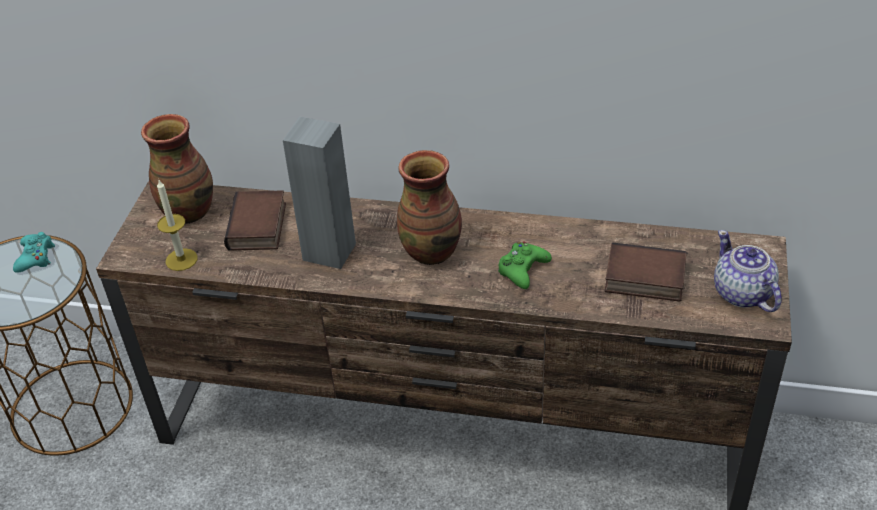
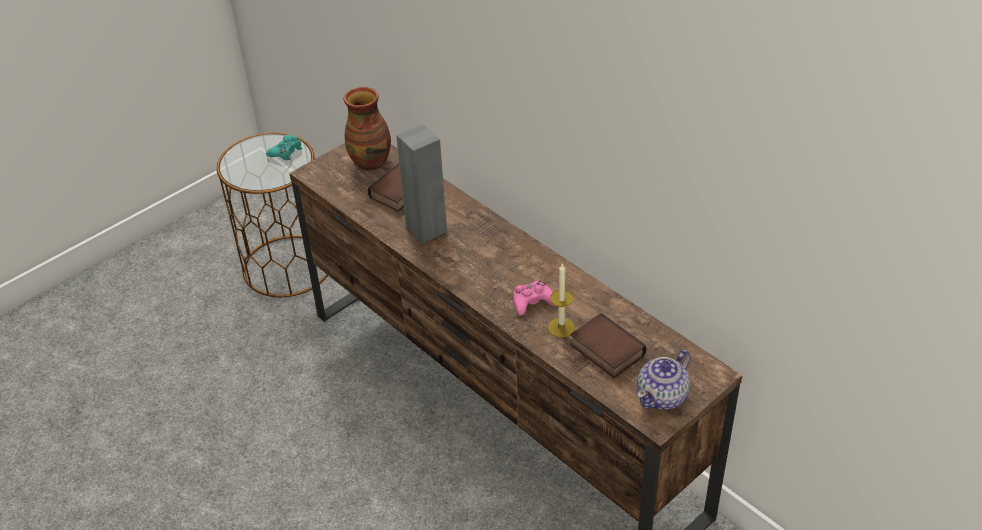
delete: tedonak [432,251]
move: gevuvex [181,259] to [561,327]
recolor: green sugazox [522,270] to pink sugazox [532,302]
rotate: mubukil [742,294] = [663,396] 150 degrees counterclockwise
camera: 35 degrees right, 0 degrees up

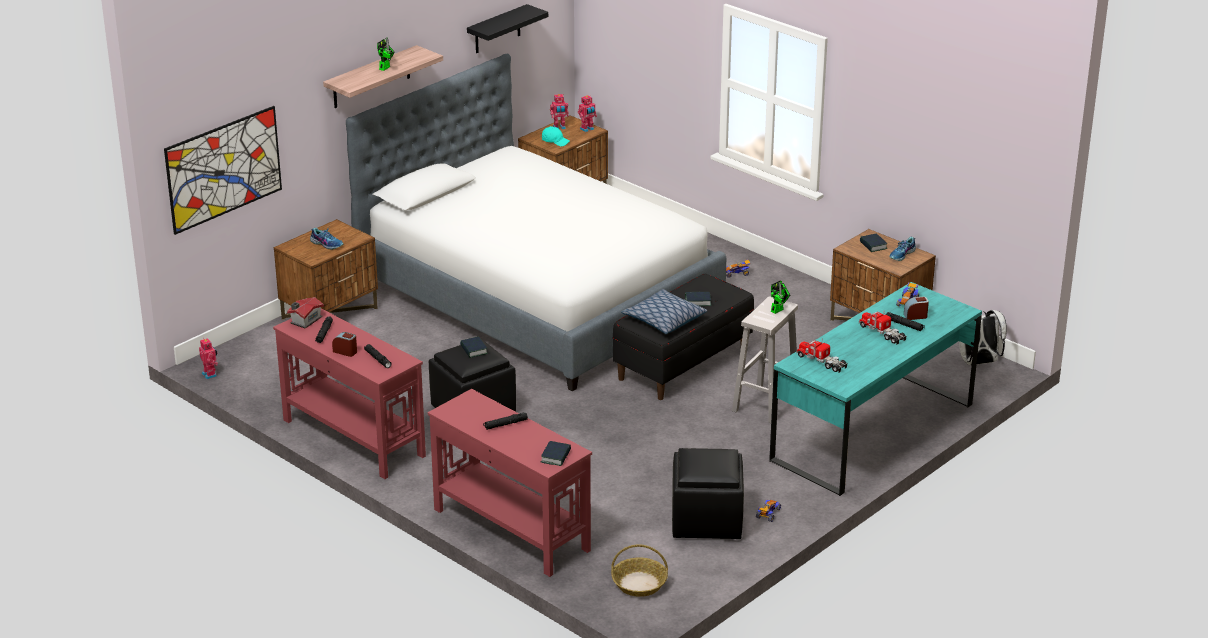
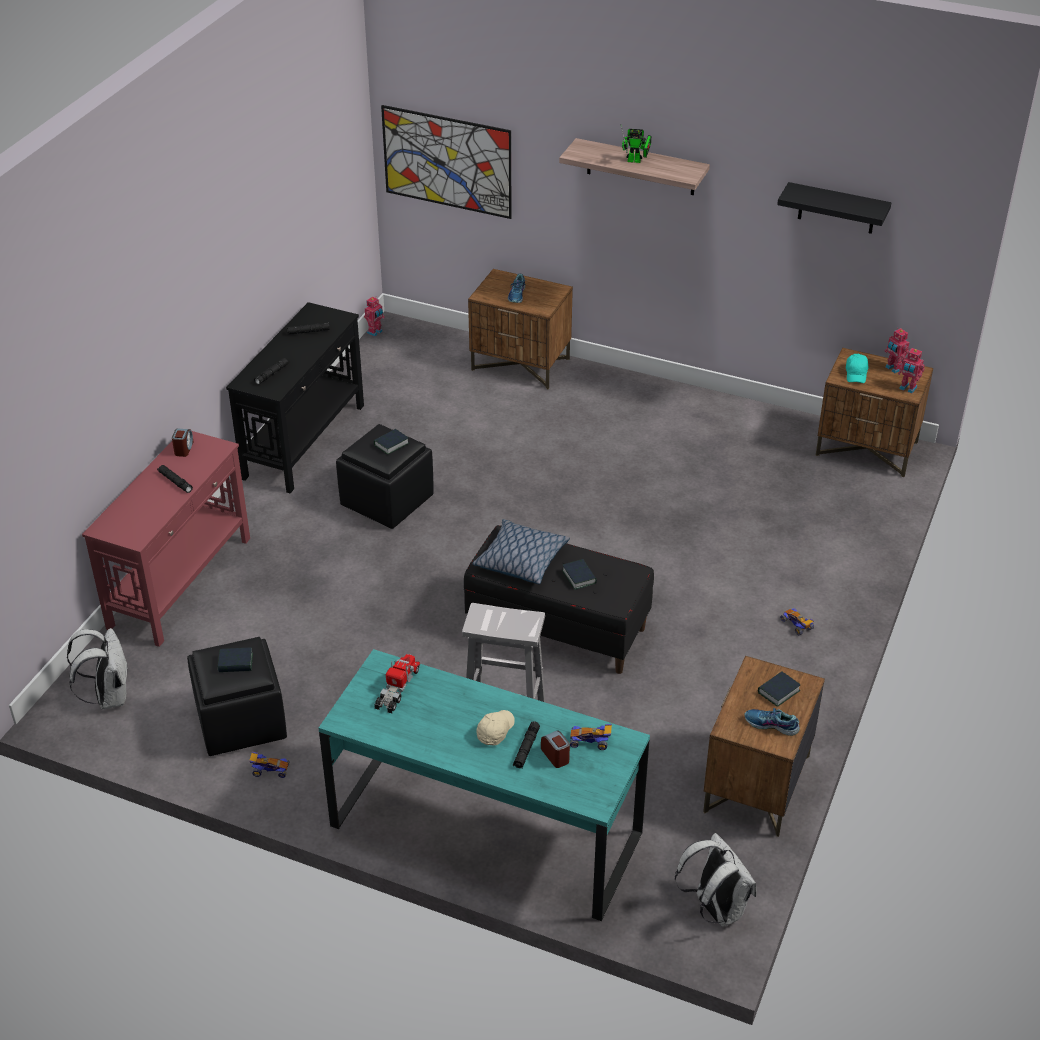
delete: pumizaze [305,320]; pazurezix [537,295]; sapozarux [778,309]
move: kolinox [345,351] to [184,449]; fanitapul [556,456] to [236,663]
replace: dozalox [639,584] to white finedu [109,696]; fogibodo [882,333] to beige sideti [495,731]
recolor: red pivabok [353,437] to black pivabok [305,441]
camera: 70 degrees right, 10 degrees up

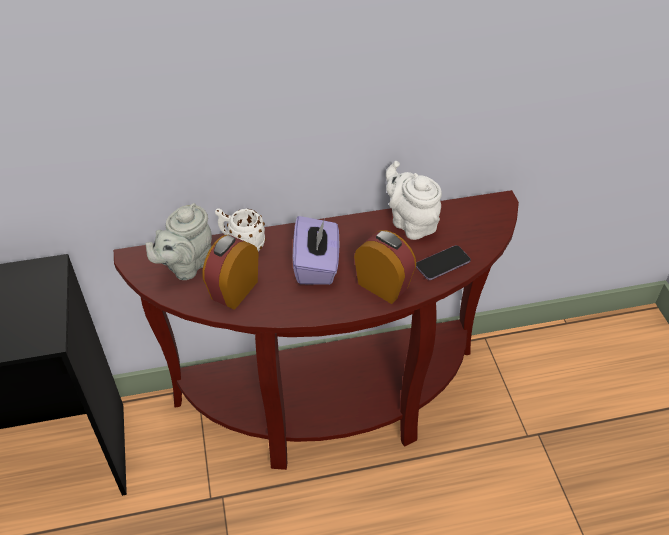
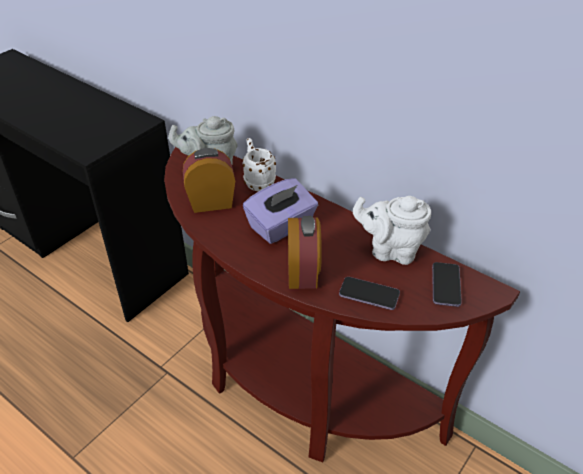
insert: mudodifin [446,285]
rotate: white mubukil [411,223] = [391,250] 90 degrees counterclockwise
camera: 50 degrees right, 5 degrees down

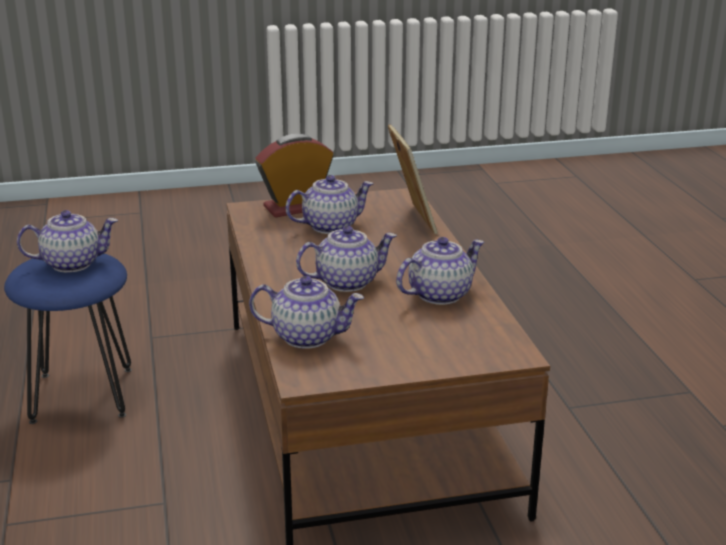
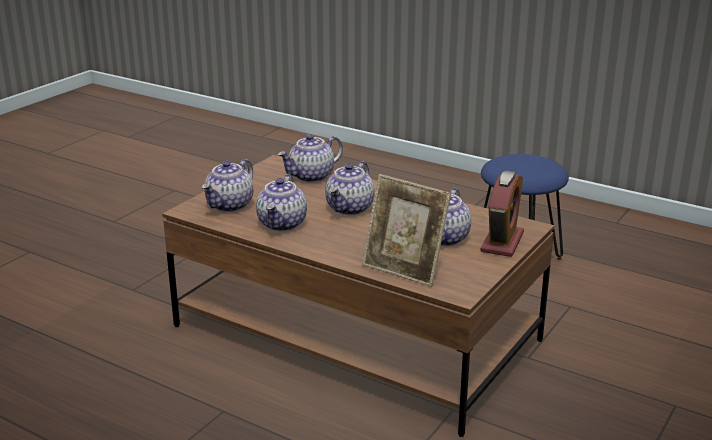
move: mubukil [72,263] to [230,205]
camera: 135 degrees right, 0 degrees up

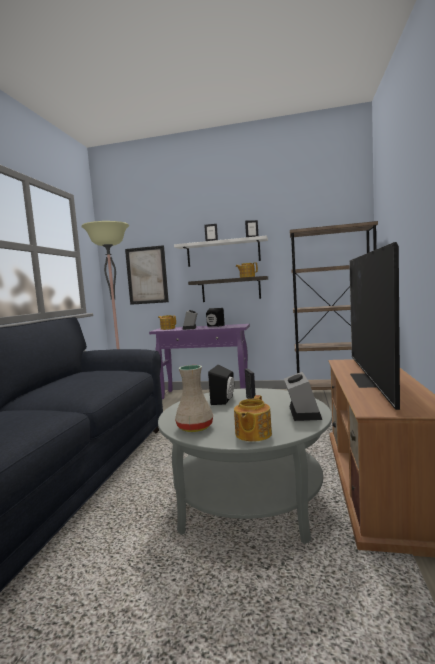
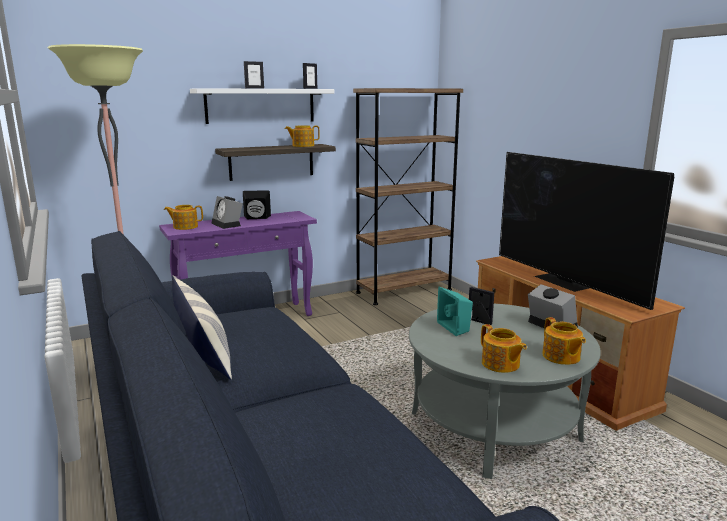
delete: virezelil [147,275]
insert: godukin [203,351]
replace: beige tedonak [194,427] to mubukil [500,364]
recolor: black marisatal [224,400] to turquoise marisatal [456,327]
camera: 40 degrees left, 10 degrees up

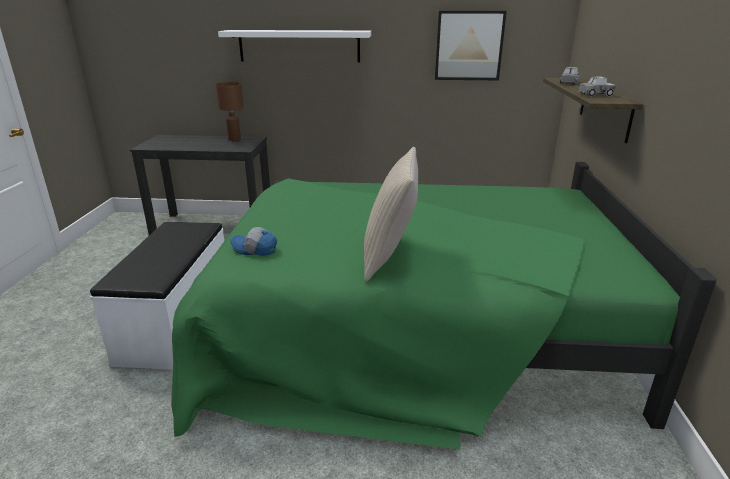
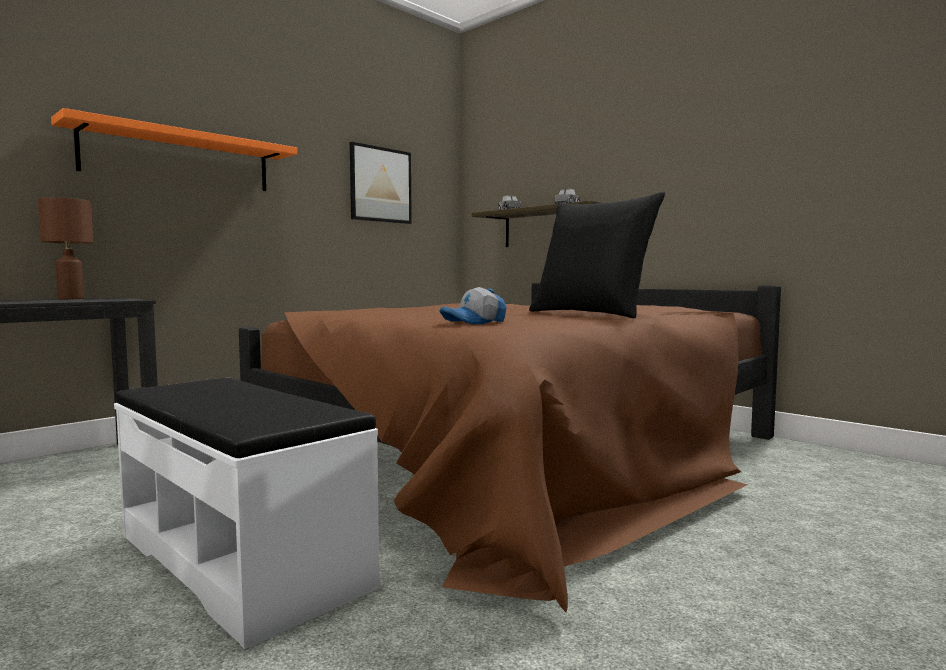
recolor: green pazurezix [413,327] to brown pazurezix [532,455]; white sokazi [299,46] to orange sokazi [179,159]; beige godukin [390,256] to black godukin [591,314]
camera: 50 degrees left, 20 degrees down

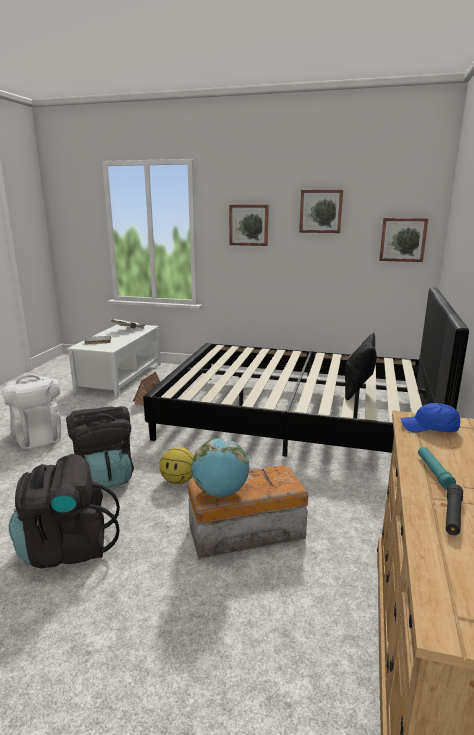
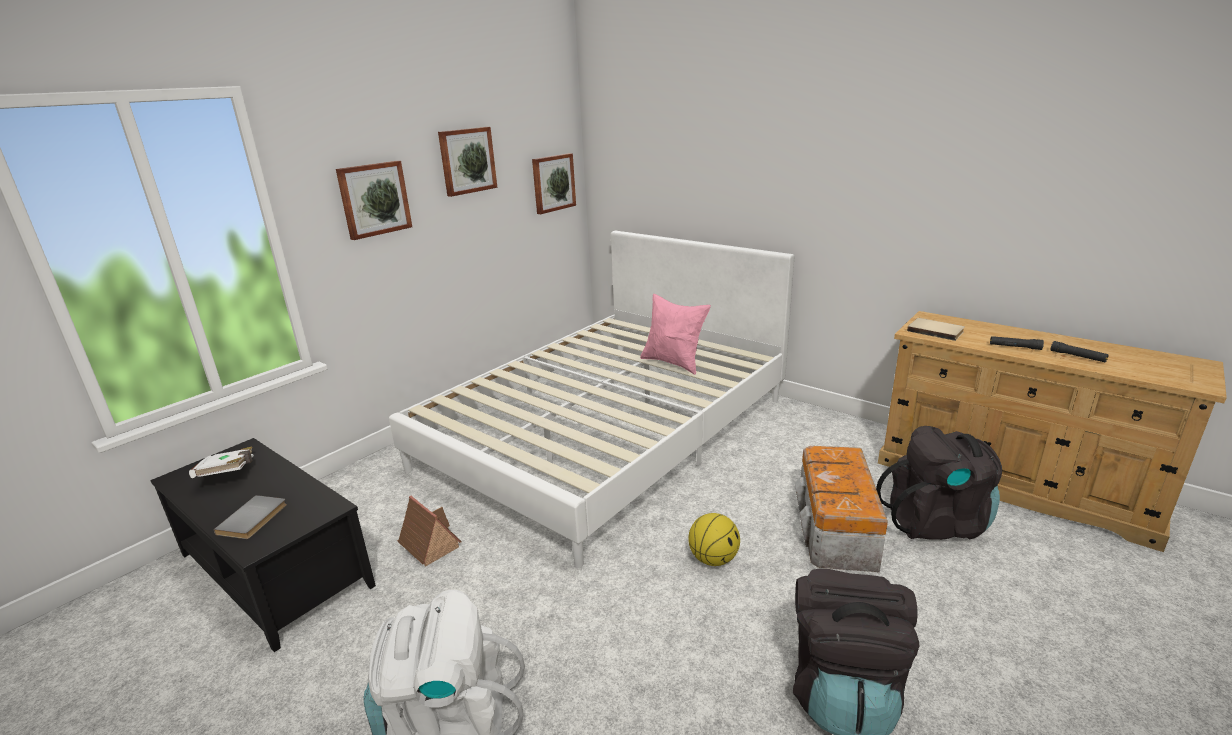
delete: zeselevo [221,492]
move: black finedu [105,477] to [936,522]
replace: blue sideti [430,428] to beige fanitapul [936,330]
recolor: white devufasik [119,378] to black devufasik [273,571]; black pazurezix [298,418] to white pazurezix [607,433]; black godukin [358,391] to pink godukin [673,362]; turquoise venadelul [434,472] to black venadelul [1014,347]
camera: 65 degrees left, 5 degrees up

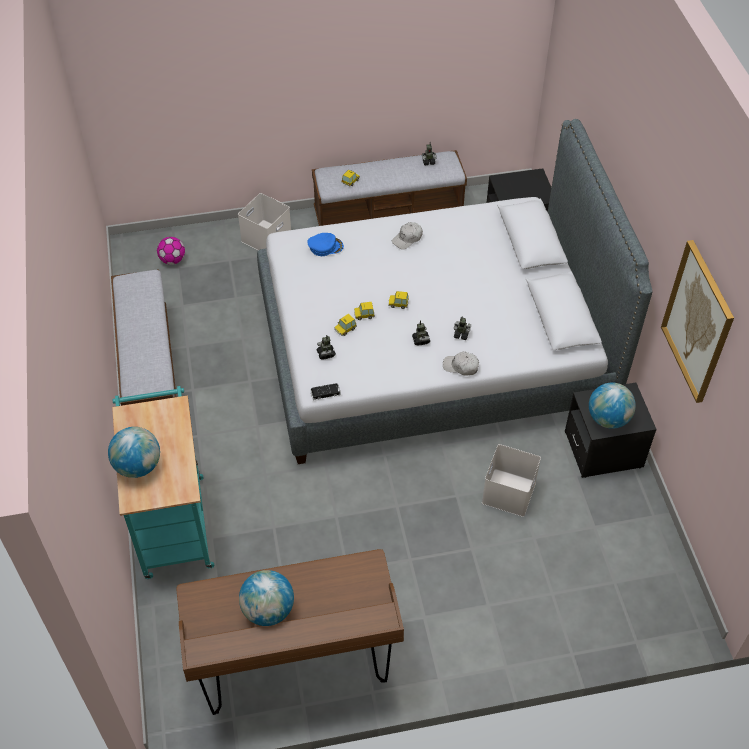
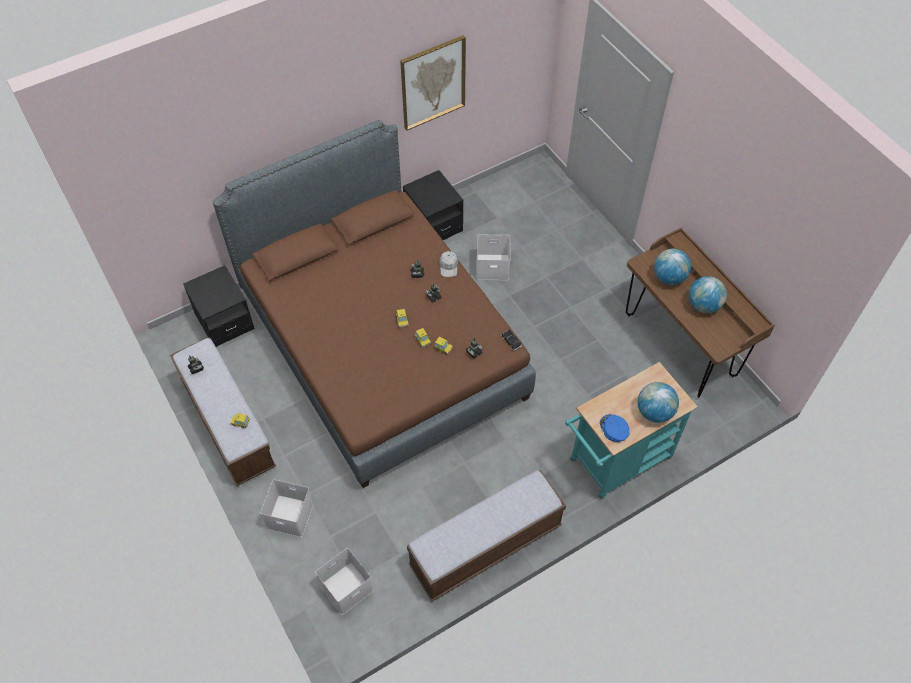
delete: white sideti [407,239]
move: blue sideti [325,246] to [614,429]; zeselevo [608,419] to [669,277]
replace: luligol [172,260] to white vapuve [346,589]
recolor: grey pazurezix [433,350] to brown pazurezix [381,344]
camera: 110 degrees left, 5 degrees up

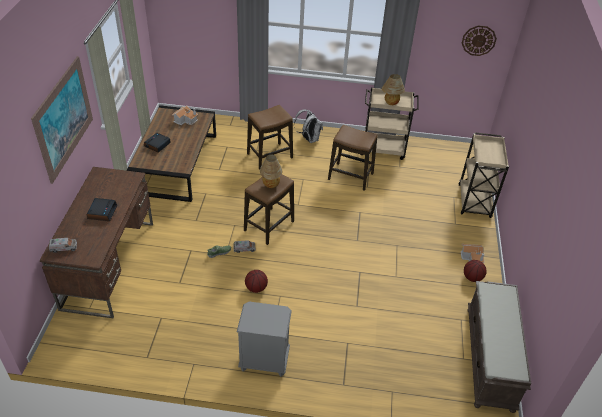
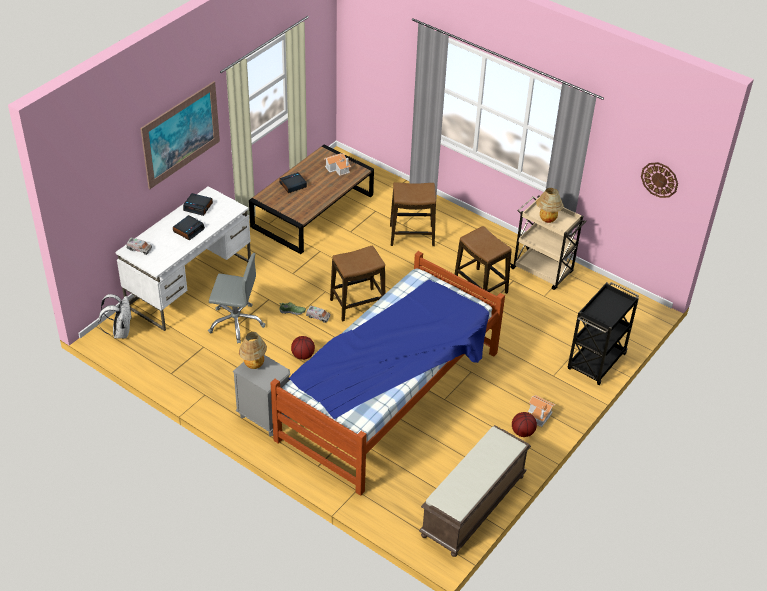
insert: kolinox [198,207]; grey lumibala [236,323]; pazurezix [390,396]
move: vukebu [271,186] to [253,366]; white finedu [308,139] to [120,332]
recolor: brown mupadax [109,264] to white mupadax [190,284]; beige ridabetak [474,202] to black ridabetak [596,362]
camera: 30 degrees right, 0 degrees up

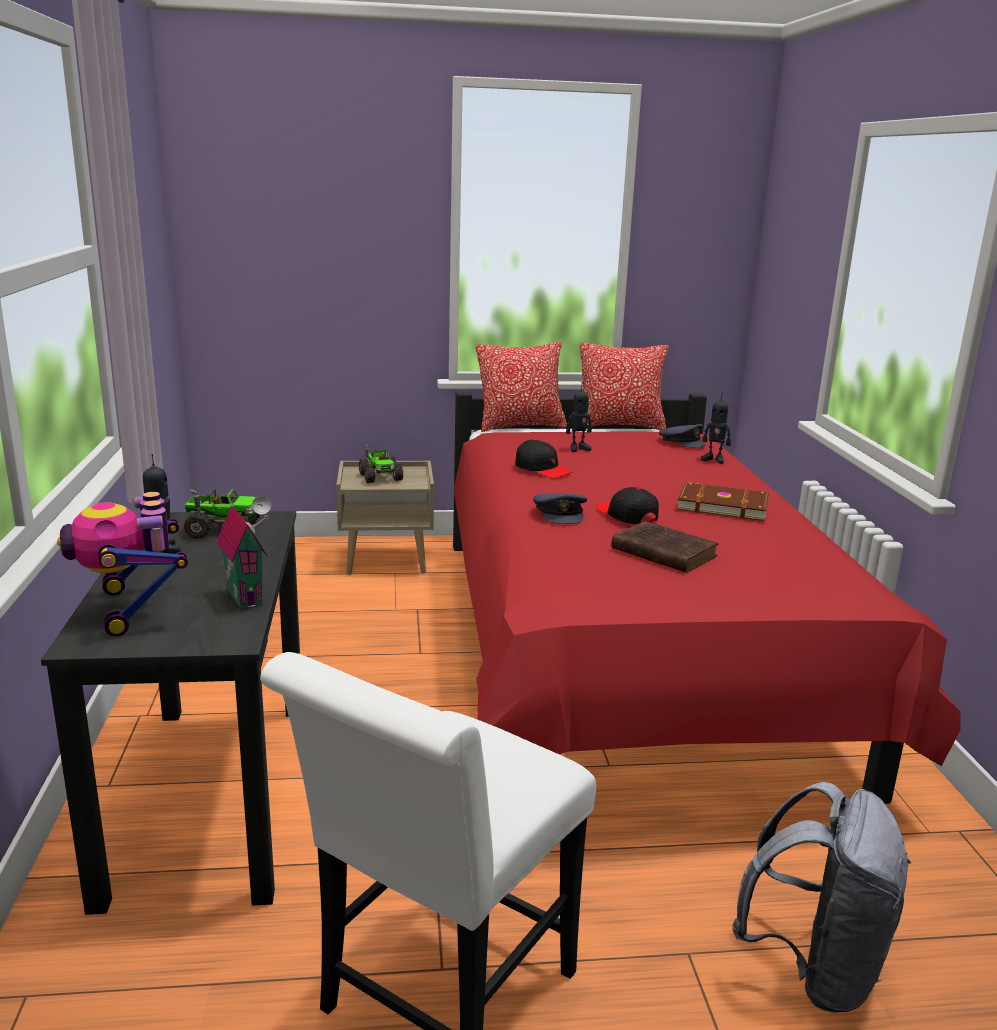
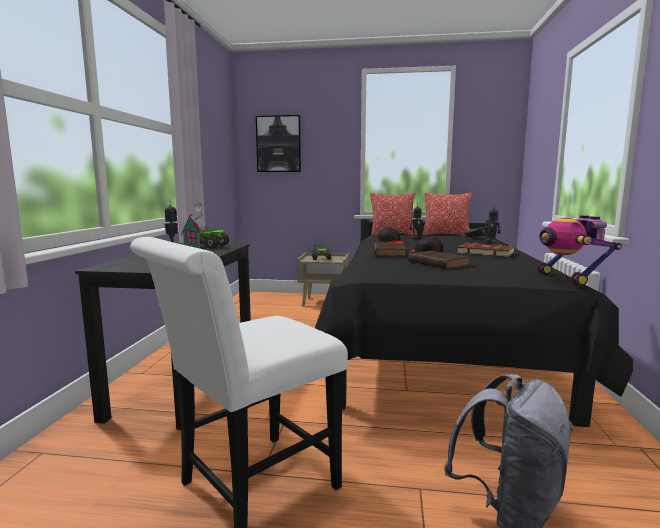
insert: virezelil [279,144]
move: sapozarux [133,610] to [568,279]
replace: grey sideti [560,514] to brown fanitapul [389,252]
recolor: red pazurezix [624,655] to black pazurezix [435,345]
camera: 15 degrees right, 10 degrees down

